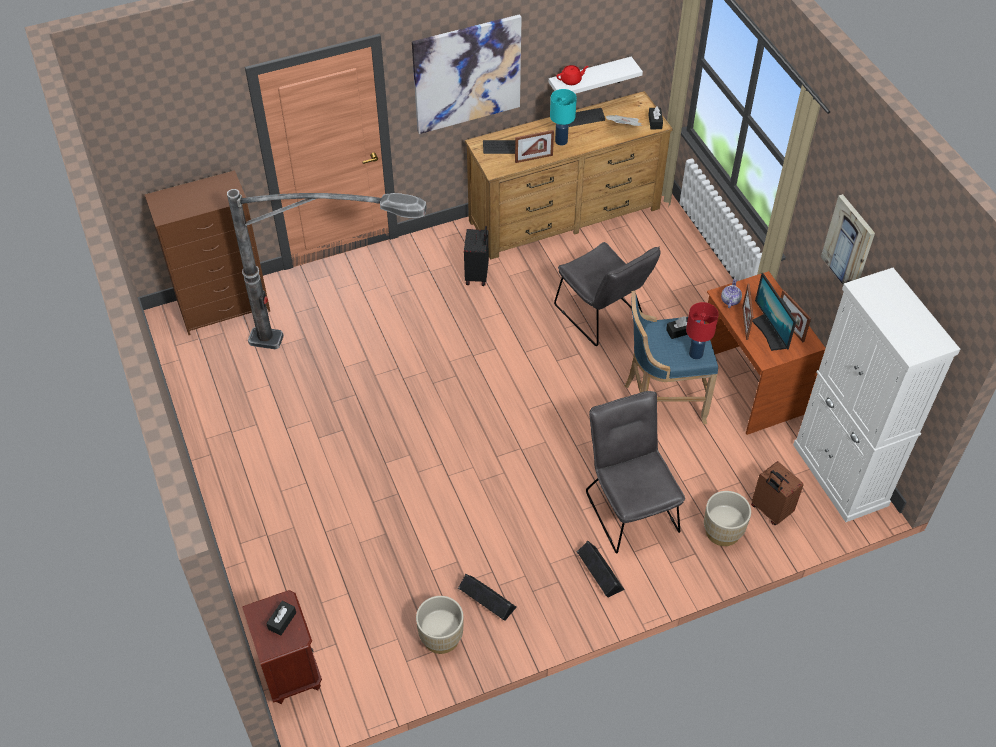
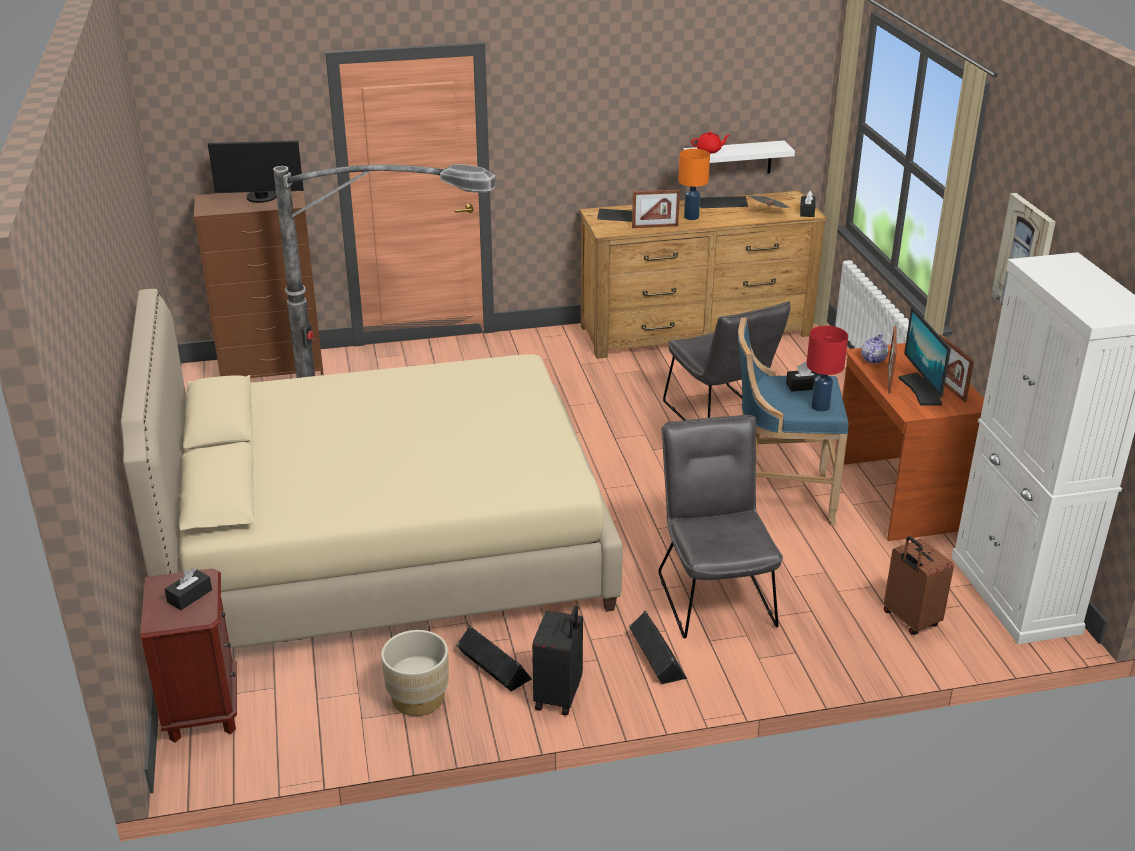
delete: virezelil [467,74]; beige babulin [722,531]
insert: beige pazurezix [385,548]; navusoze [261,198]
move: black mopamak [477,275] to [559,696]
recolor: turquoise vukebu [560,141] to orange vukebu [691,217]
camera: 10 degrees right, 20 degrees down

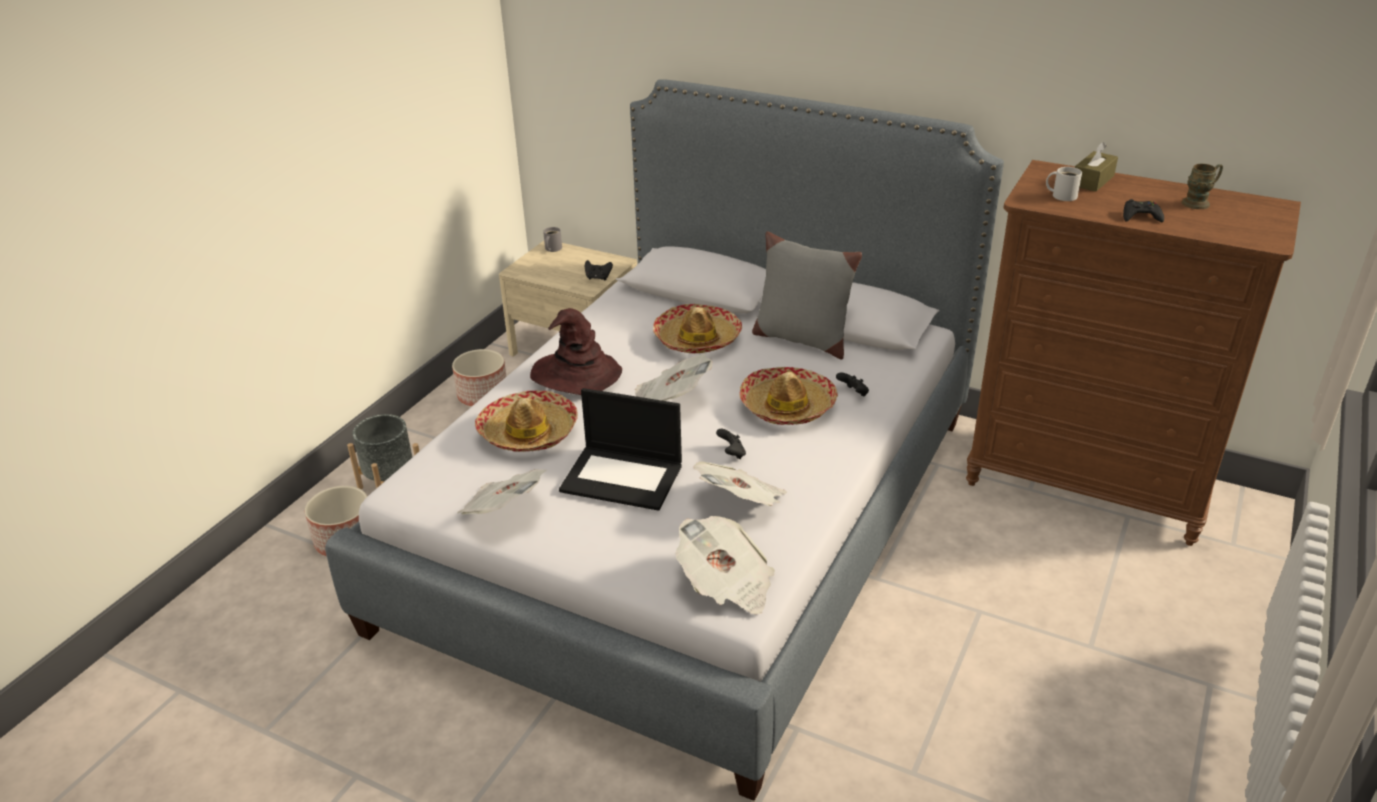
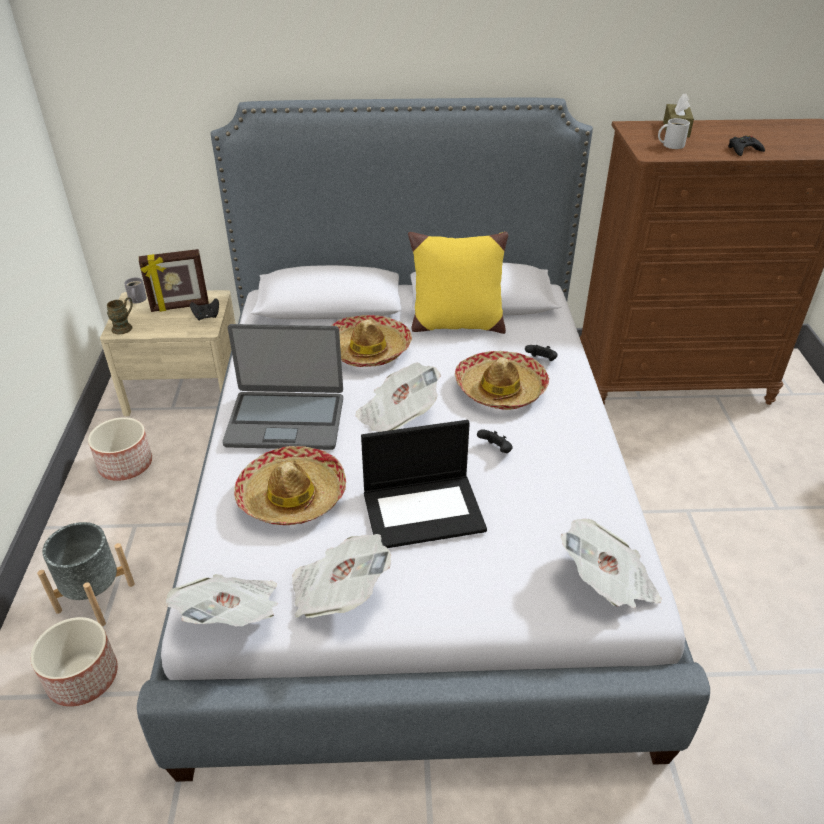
insert: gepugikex [180,306]
move: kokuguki [742,503] to [232,616]; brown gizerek [1199,202] to [125,327]
replace: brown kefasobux [575,375] to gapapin [286,420]
recolor: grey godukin [801,339] to yellow godukin [456,324]
camera: 30 degrees left, 5 degrees up

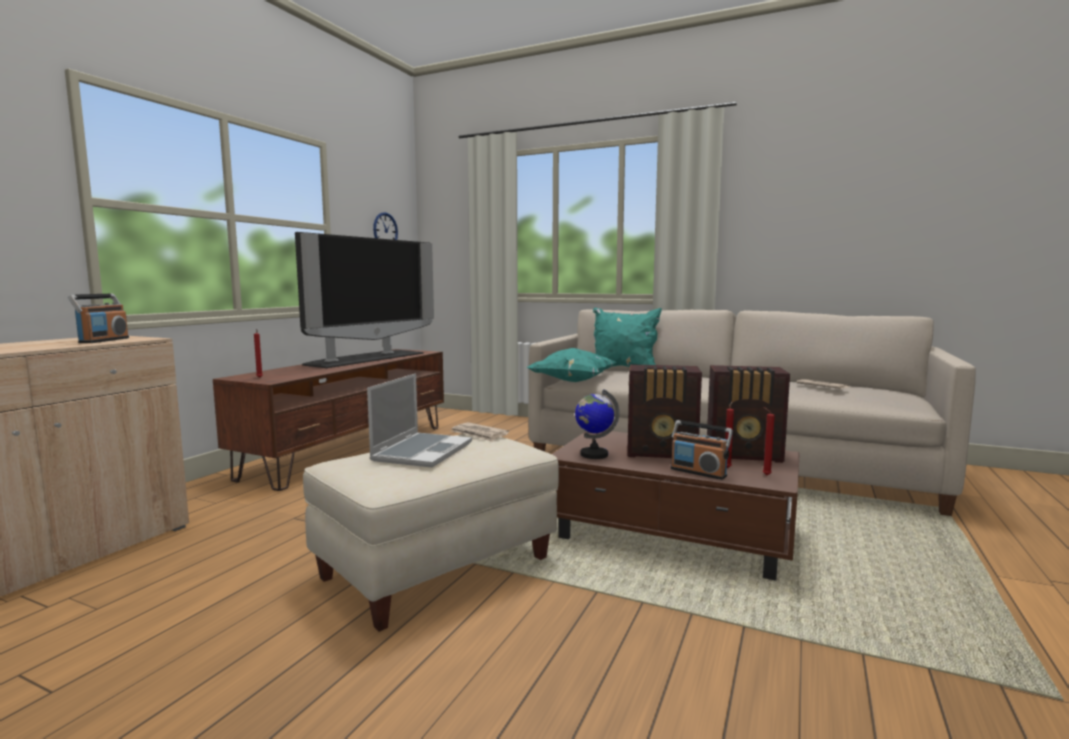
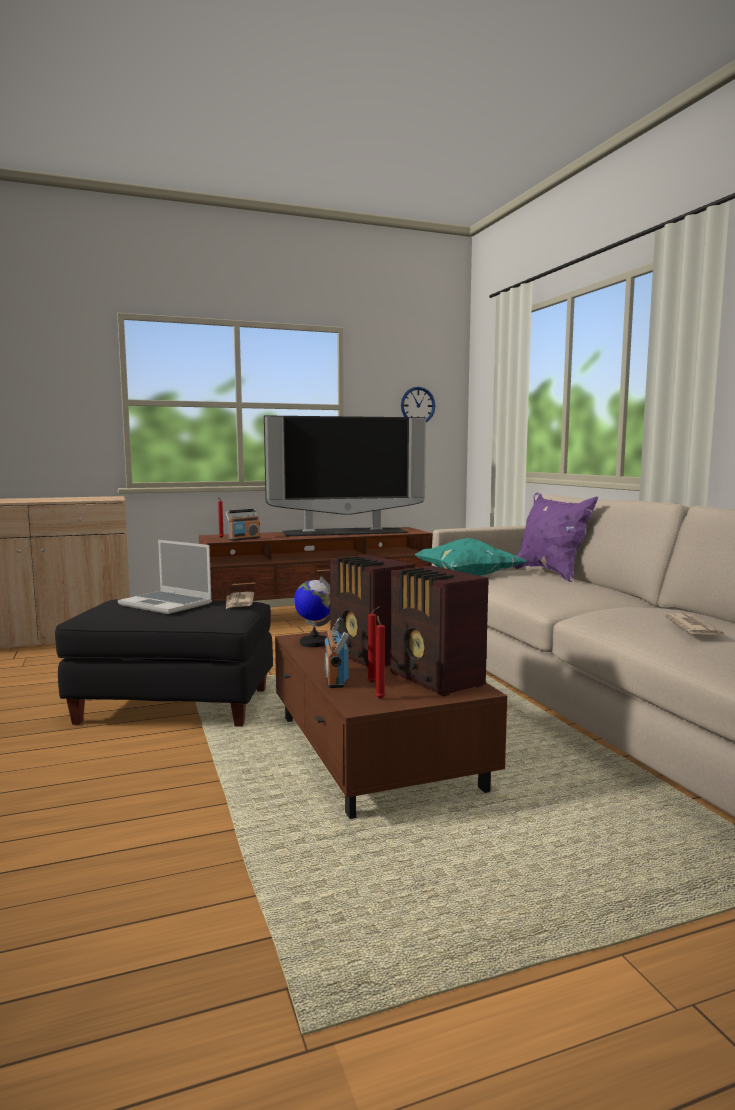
move: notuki [103,340] to [244,539]
recolor: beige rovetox [436,567] to black rovetox [175,705]; turquoise godukin [623,370] to purple godukin [550,573]
rotate: gapapin [422,451] = [167,604] 60 degrees clockwise
camera: 45 degrees right, 0 degrees up

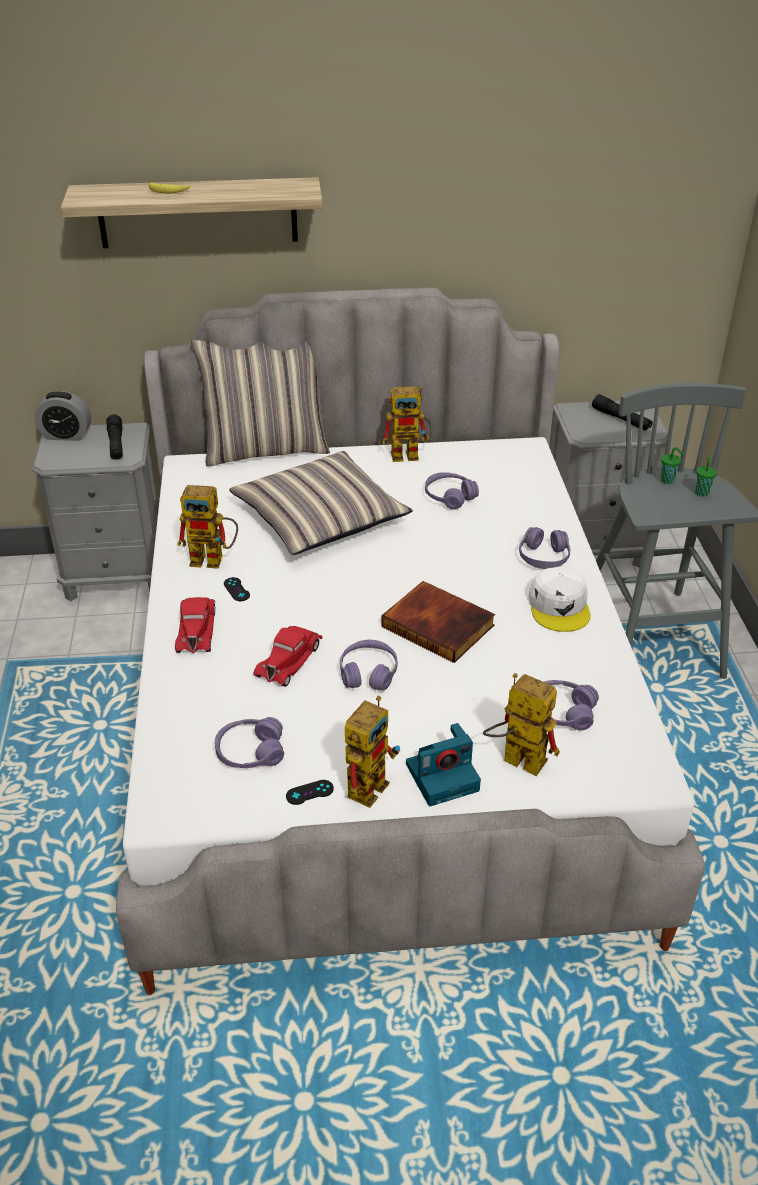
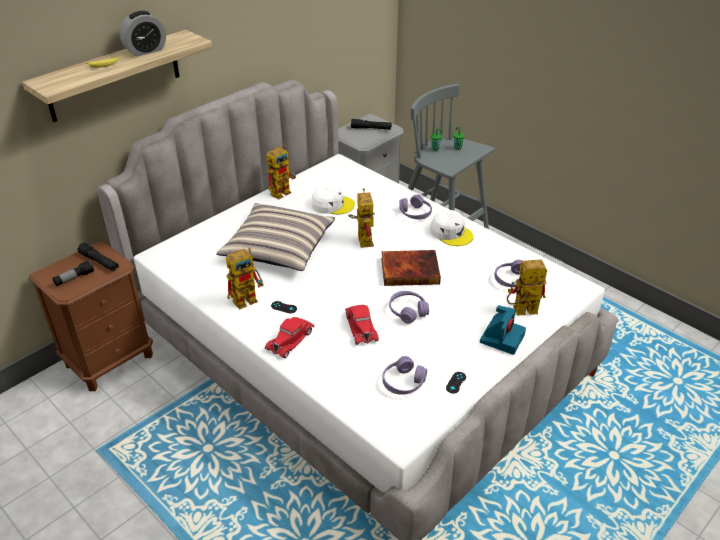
delete: godukin [266,449]
insert: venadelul [74,278]
move: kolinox [66,435] to [146,51]; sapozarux [369,782] to [362,238]
replace: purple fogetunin [449,497] to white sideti [332,204]
recolor: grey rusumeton [117,576] to brown rusumeton [110,360]
rotate: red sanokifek [196,629] = [290,339] 75 degrees clockwise
camera: 40 degrees left, 0 degrees up

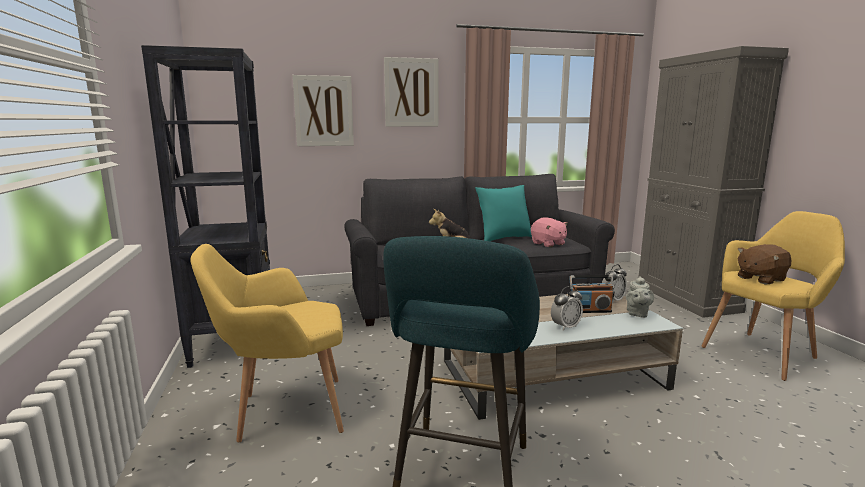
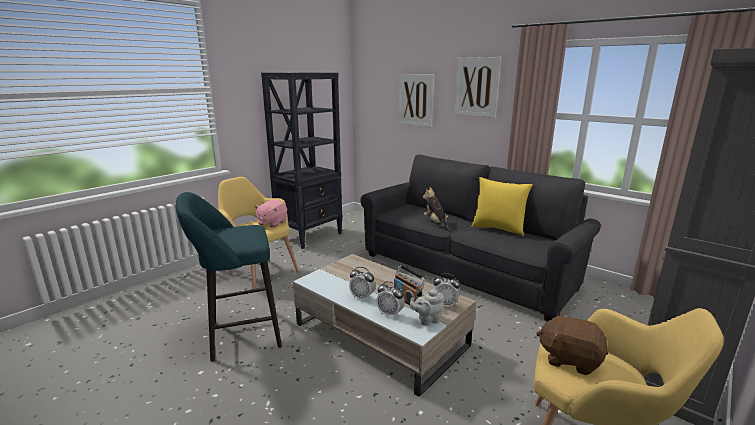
insert: kolinox [390,314]
move: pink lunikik [548,244] to [272,223]
recolor: turquoise godukin [503,239] to yellow godukin [498,229]
camera: 55 degrees right, 5 degrees up

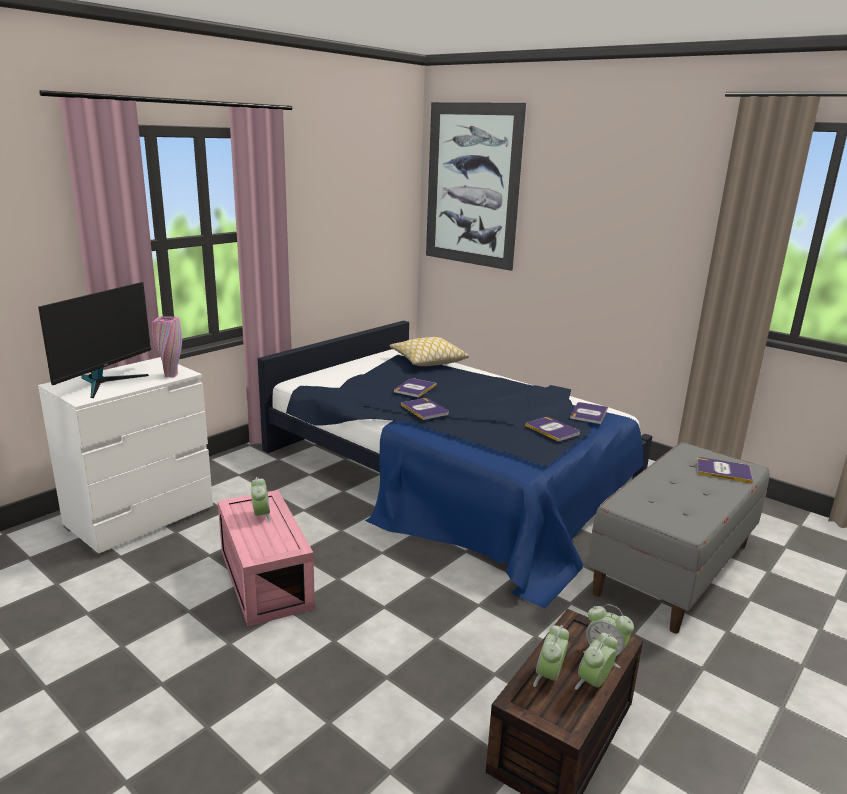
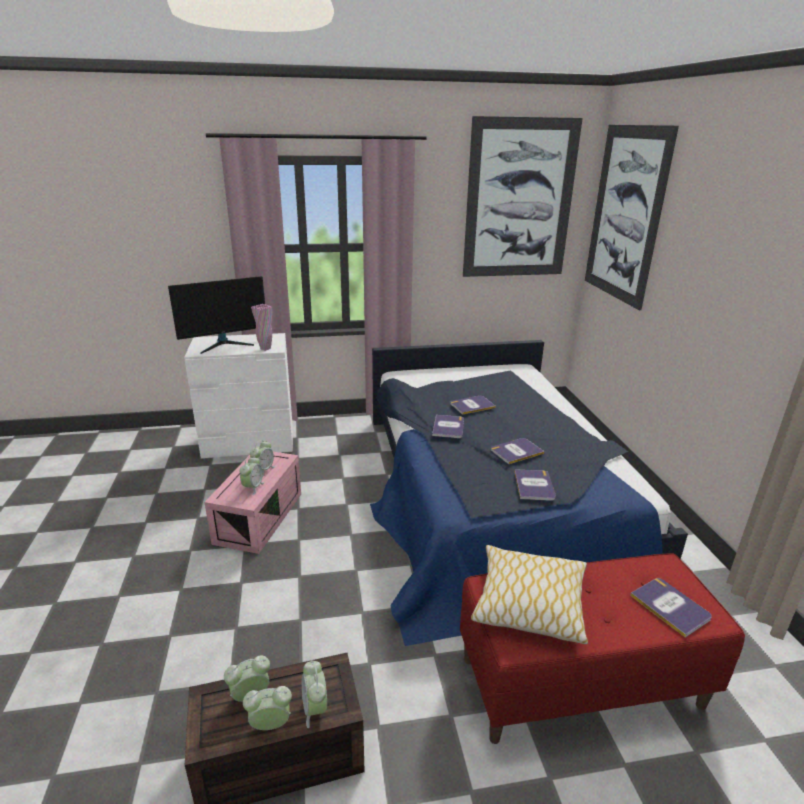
insert: kolinox [253,487]; virezelil [519,200]
move: godukin [428,360] to [529,603]; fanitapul [588,413] to [516,451]
recolor: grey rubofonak [672,568] to red rubofonak [580,681]
camera: 40 degrees right, 5 degrees up

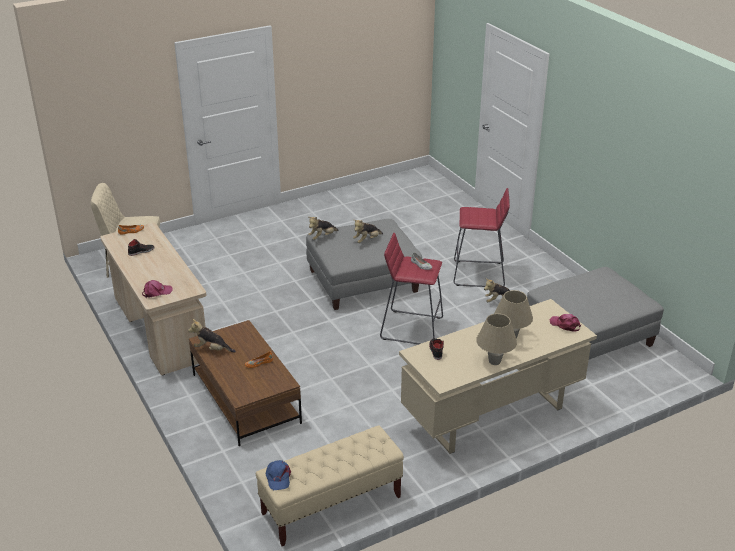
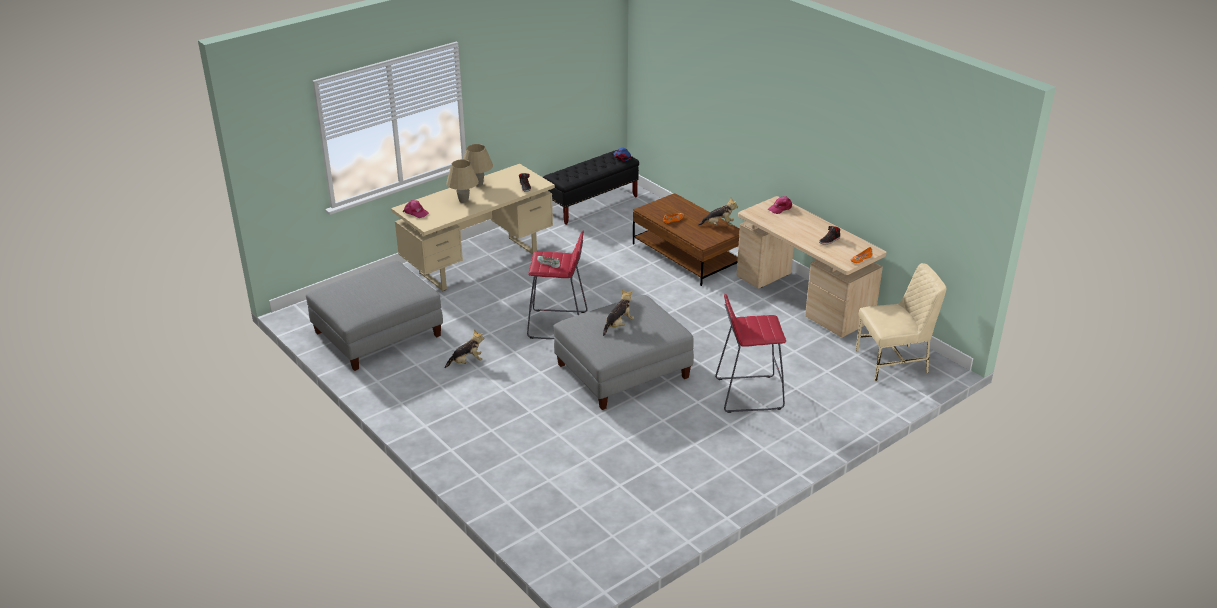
delete: lunikik [322,237]
move: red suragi [479,274] to [748,393]
recolor: beige rubofonak [331,506] to black rubofonak [592,204]
camera: 170 degrees right, 0 degrees up

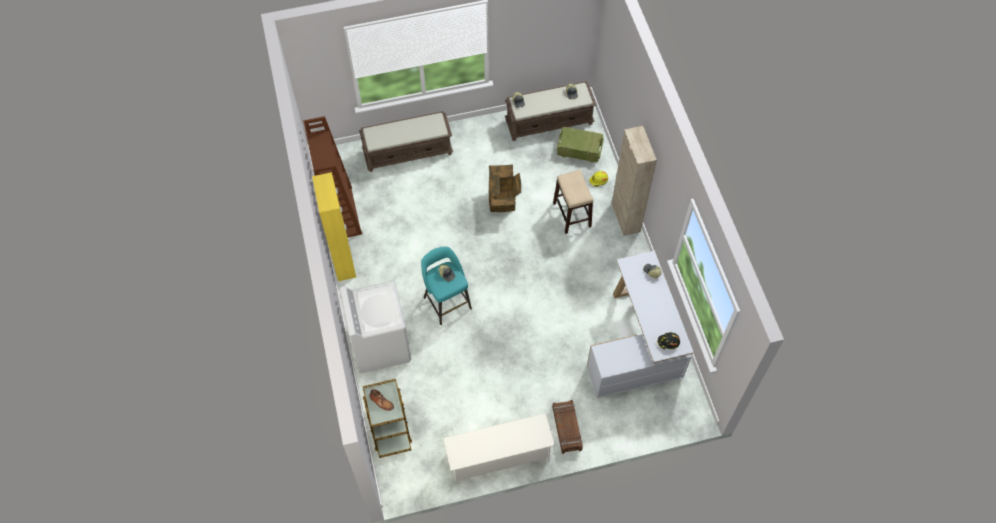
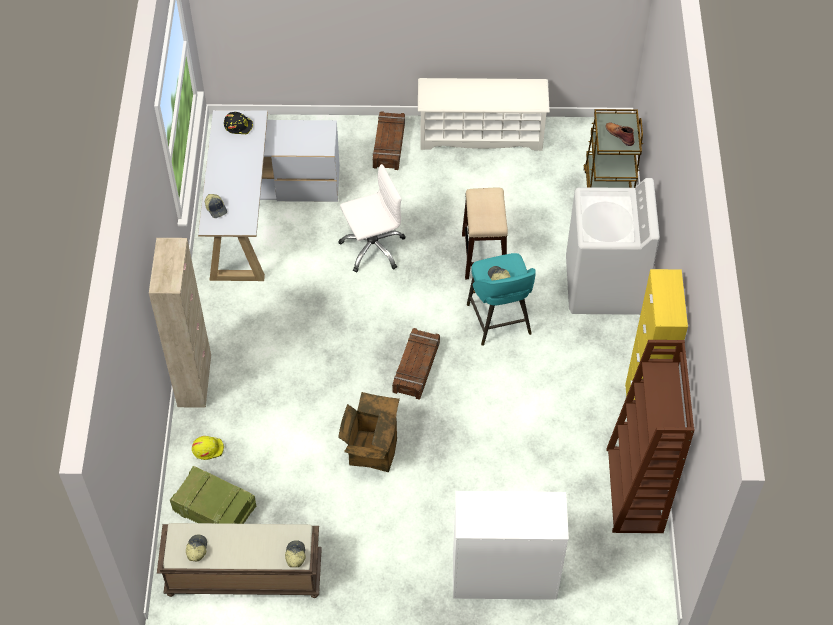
insert: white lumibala [372,248]; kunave [415,367]
move: suragi [572,215] to [483,255]
replace: brown rubofonak [408,152] to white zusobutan [504,576]
camera: 165 degrees left, 5 degrees down

